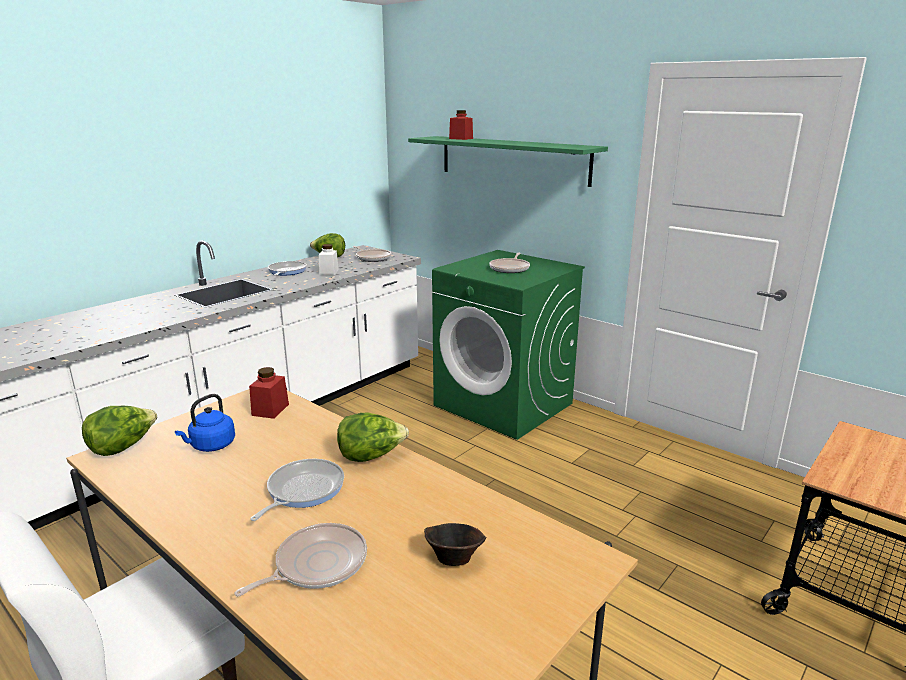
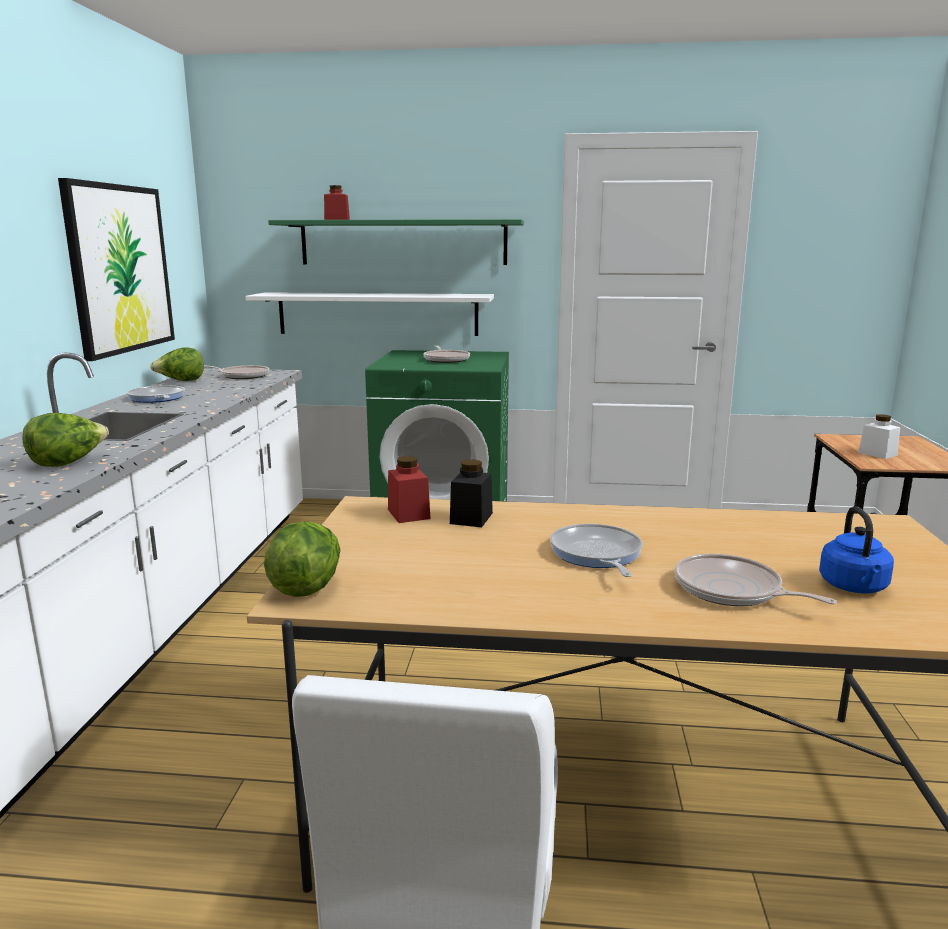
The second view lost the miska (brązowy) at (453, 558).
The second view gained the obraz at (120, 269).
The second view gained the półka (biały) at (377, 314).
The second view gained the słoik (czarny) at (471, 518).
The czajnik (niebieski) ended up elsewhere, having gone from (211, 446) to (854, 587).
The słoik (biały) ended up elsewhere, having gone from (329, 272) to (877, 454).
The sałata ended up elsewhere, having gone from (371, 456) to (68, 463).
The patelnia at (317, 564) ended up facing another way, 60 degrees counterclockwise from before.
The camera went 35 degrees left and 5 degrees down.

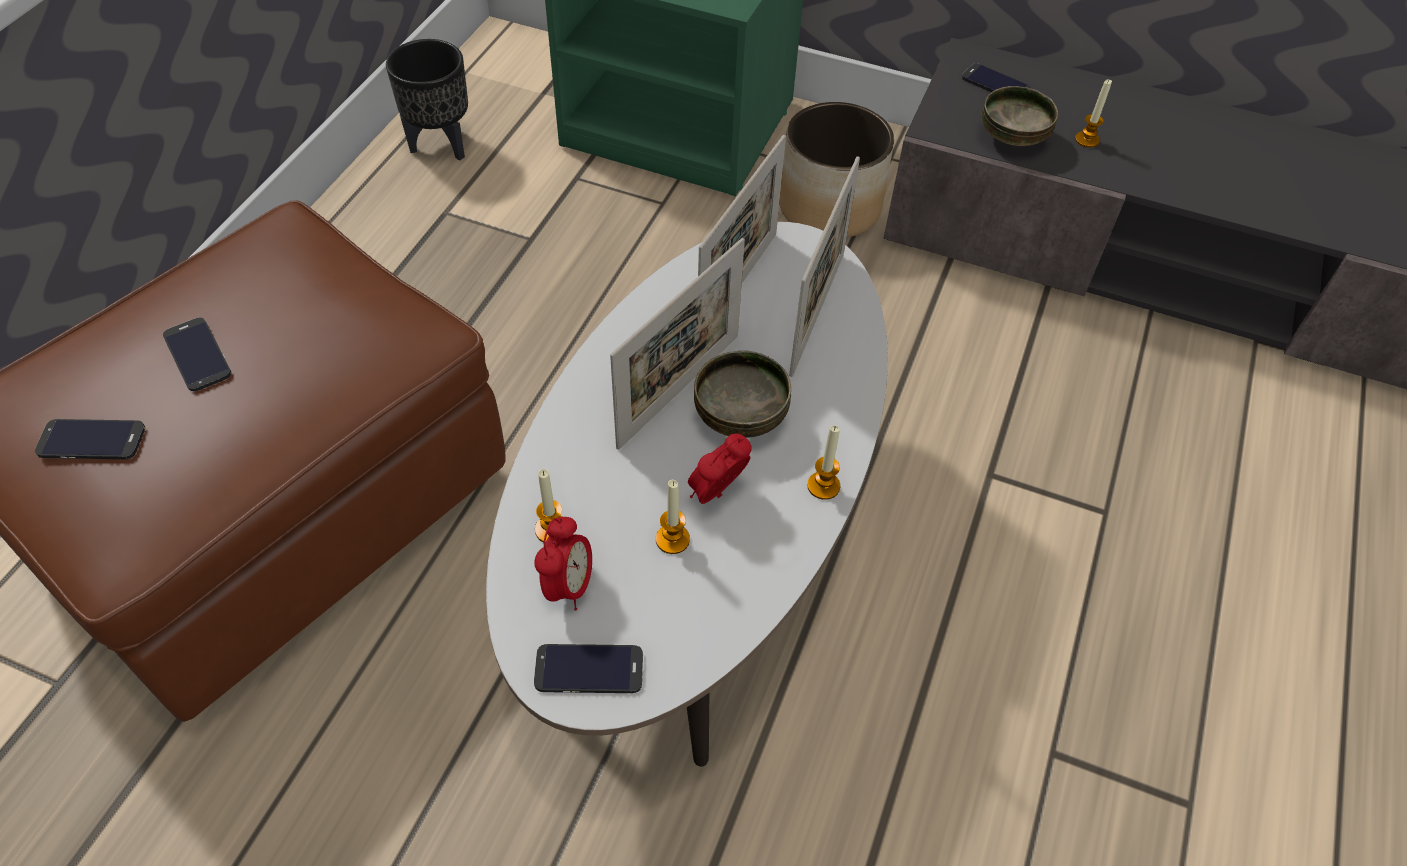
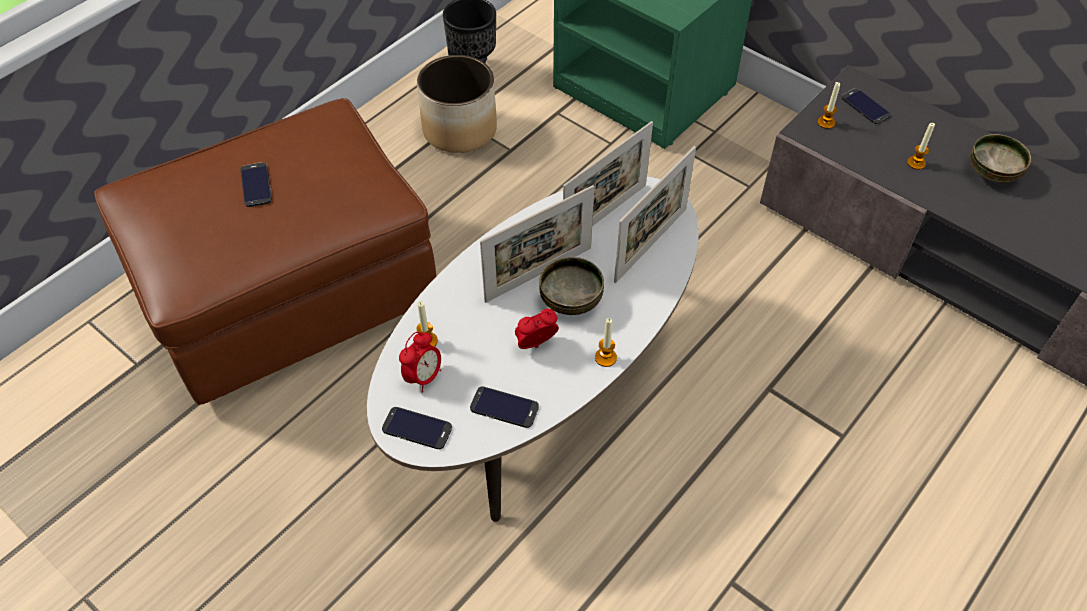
The telefon ended up elsewhere, having gone from (91, 440) to (504, 407).
The świeca ended up elsewhere, having gone from (672, 539) to (826, 122).
The donica ended up elsewhere, having gone from (829, 206) to (460, 129).
The miska ended up elsewhere, having gone from (1013, 137) to (993, 172).
The camera went 20 degrees right and 0 degrees up.

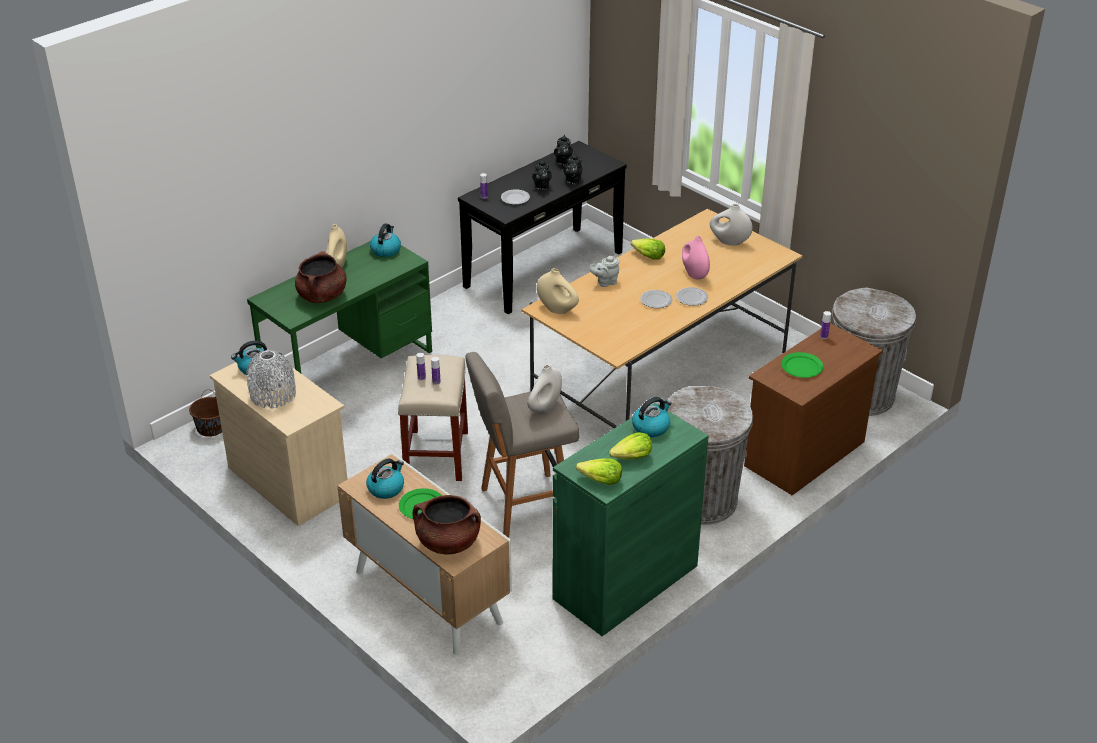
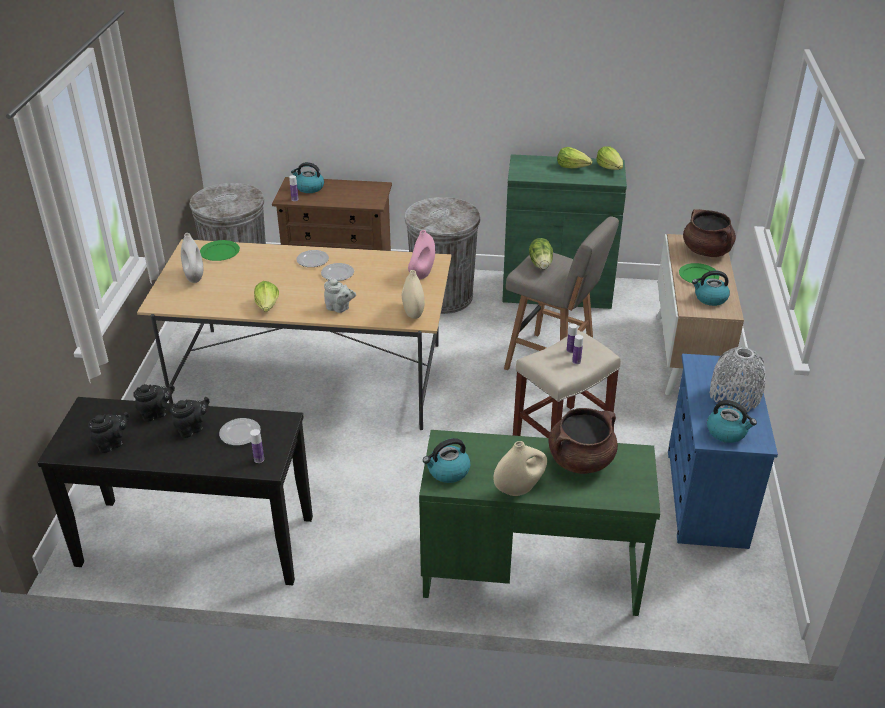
The second view lost the wiadro (brązowy) at (211, 428).
The czajnik ended up elsewhere, having gone from (651, 427) to (309, 188).
The wazon (różowy) ended up elsewhere, having gone from (694, 274) to (422, 274).
The talerz (zielony) ended up elsewhere, having gone from (802, 367) to (220, 252).
Where the wazon (biały) stood at (544, 408), the sałata came to stand at (541, 264).
What was the komoda (beżowy) at (288, 481) turned into the komoda (niebieski) at (706, 498).
The camera went 130 degrees left and 0 degrees up.

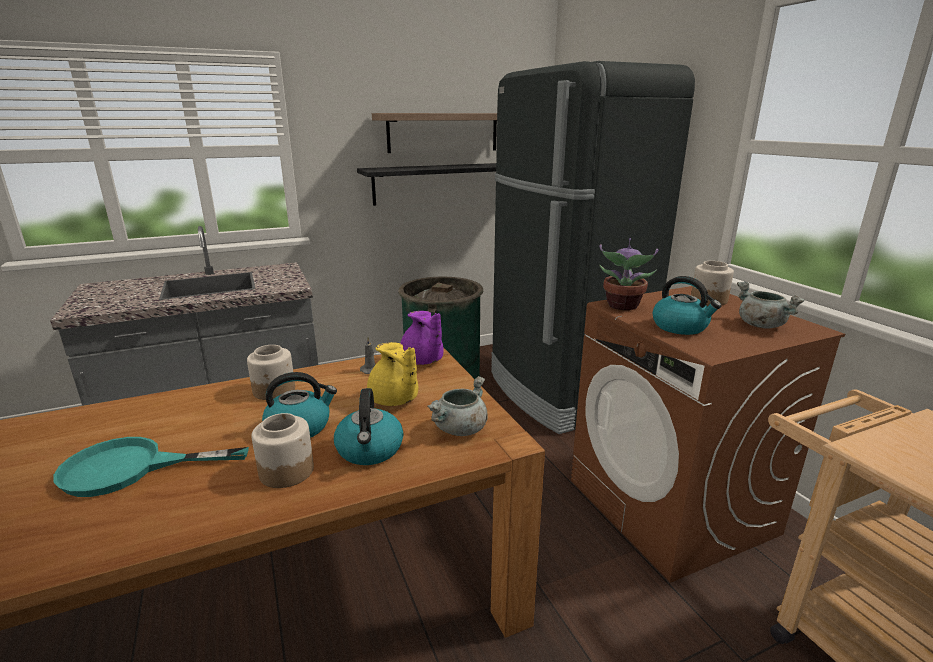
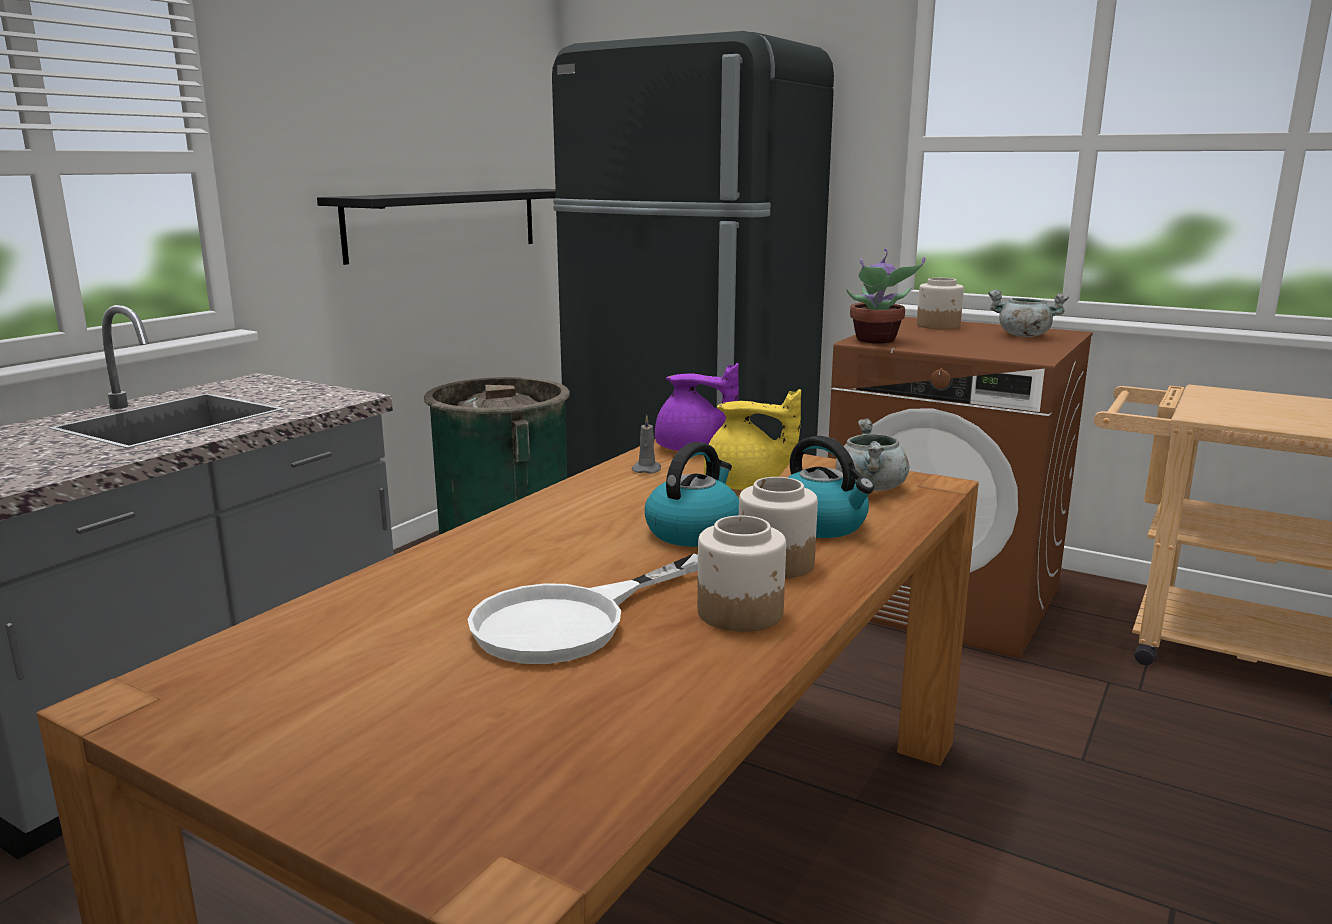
The second view lost the półka at (443, 132).
The second view lost the czajnik at (680, 327).
The słoik ended up elsewhere, having gone from (274, 390) to (741, 613).
What was the patelnia (turkusowy) at (130, 468) turned into the patelnia (biały) at (571, 620).
The camera went 35 degrees left and 5 degrees down.

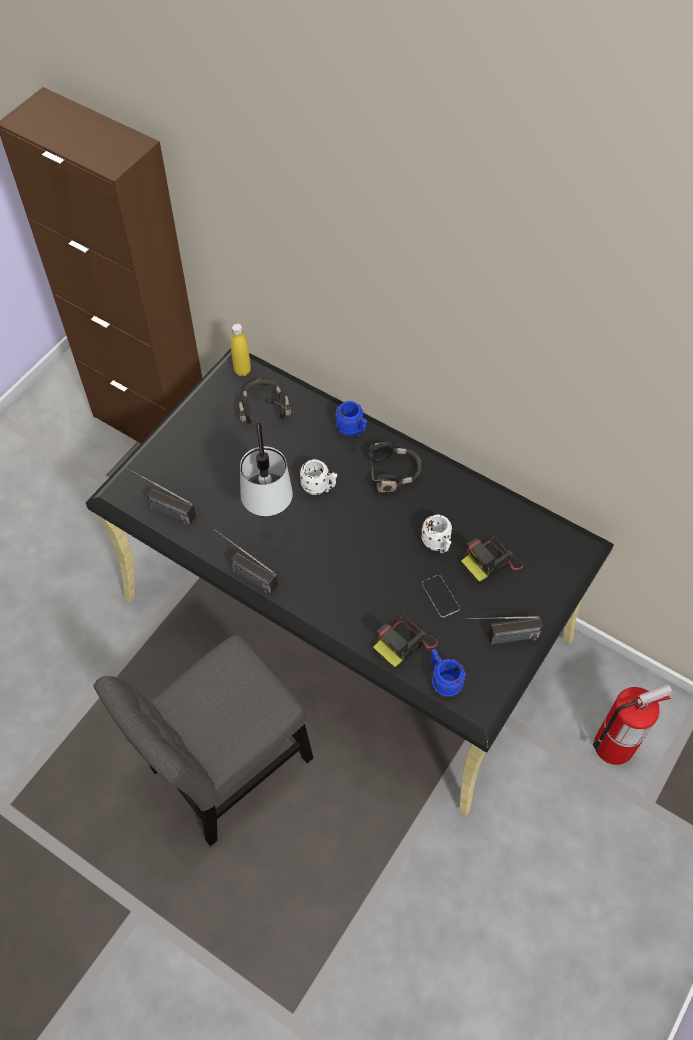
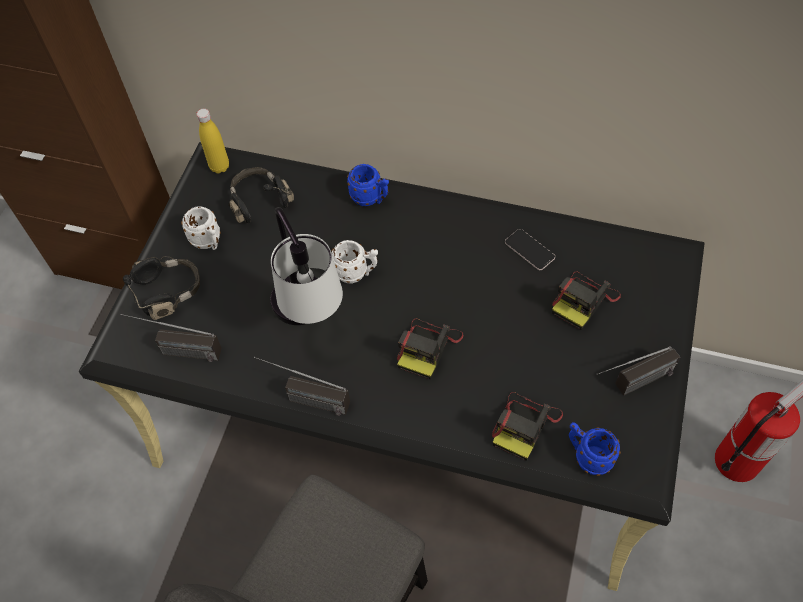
The second view gained the aparat fotograficzny at (427, 348).
The słuchawki (czarny) ended up elsewhere, having gone from (393, 473) to (169, 291).
The kubek (biały) ended up elsewhere, having gone from (437, 545) to (209, 242).
The telefon ended up elsewhere, having gone from (440, 596) to (529, 250).
The camera went 15 degrees left and 0 degrees up.

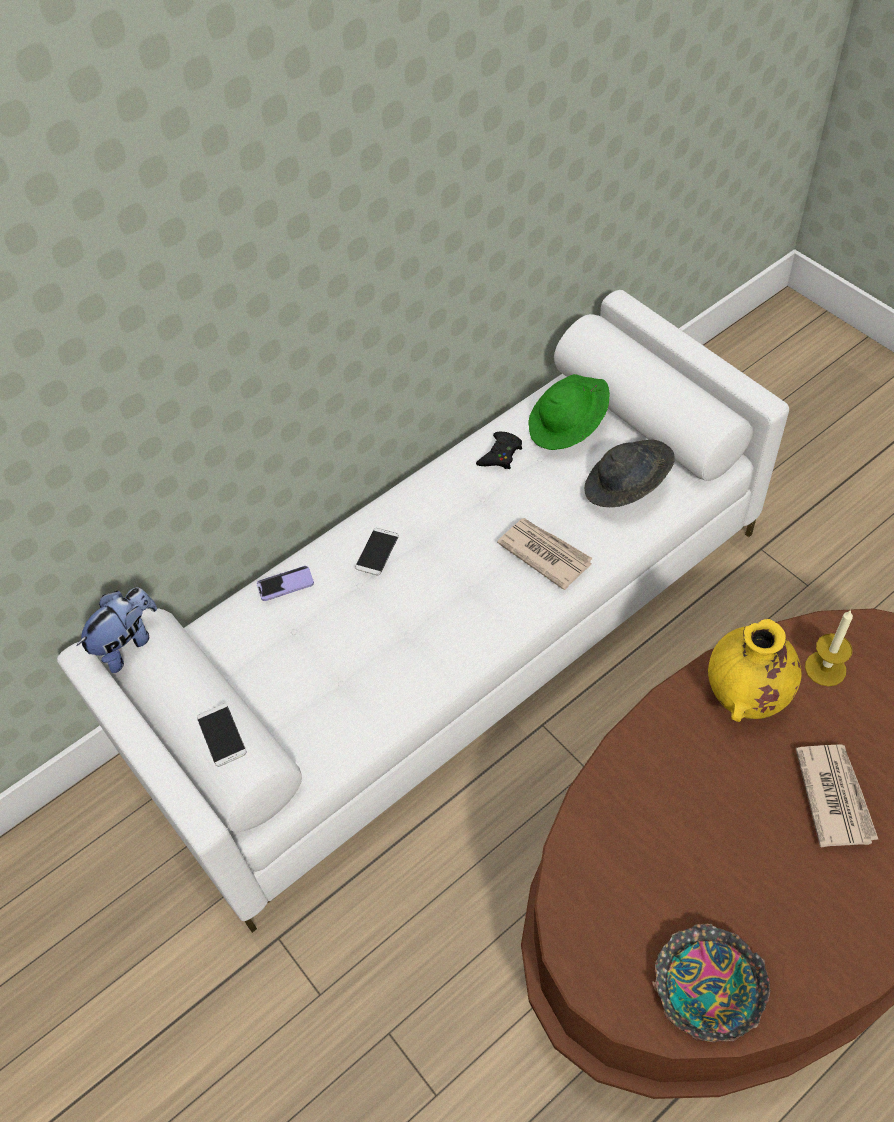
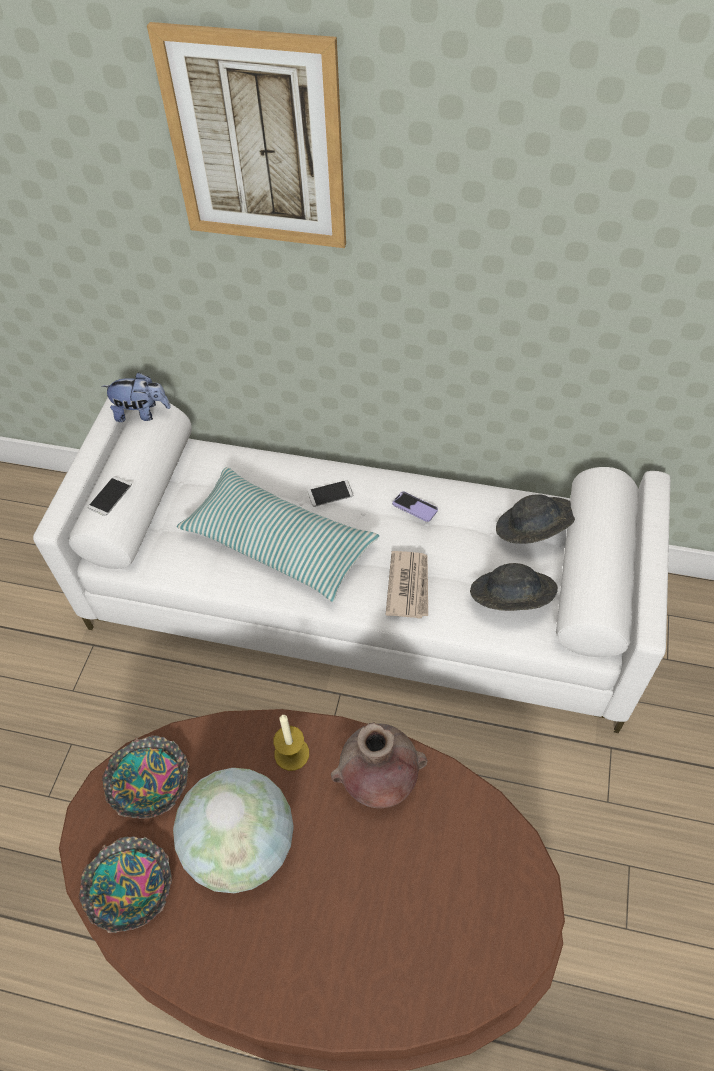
The second view lost the pad do gier (czarny) at (500, 454).
The second view lost the gazeta at (834, 795).
The second view gained the miska at (148, 780).
The second view gained the obraz at (256, 142).
The second view gained the globus at (242, 846).
The second view gained the poduszka at (279, 543).
The telefon ended up elsewhere, having gone from (285, 584) to (414, 507).
The świeca ended up elsewhere, having gone from (825, 668) to (291, 753).
What was the kapelusz (zielony) at (567, 427) turned into the kapelusz (szary) at (532, 531).
What was the wazon (żółty) at (746, 698) turned into the wazon (brązowy) at (379, 782).
The camera went 50 degrees right and 0 degrees up.

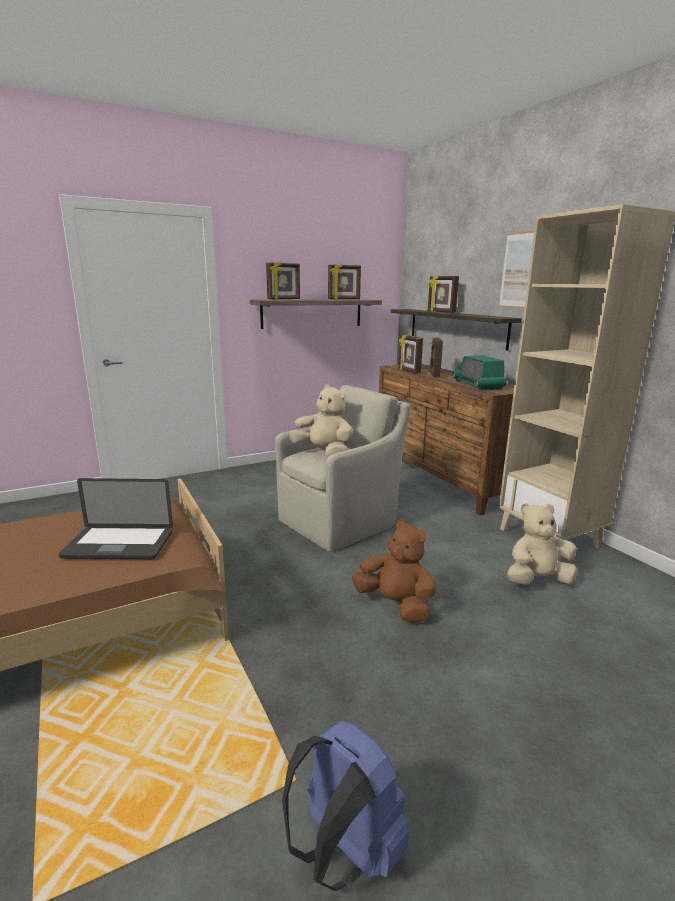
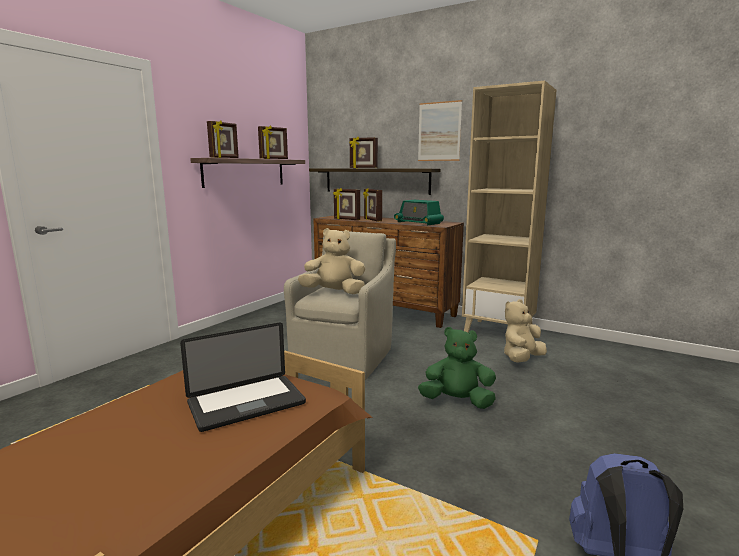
What was the pluszak (brązowy) at (395, 605) turned into the pluszak (zielony) at (457, 401).
The camera went 30 degrees left and 5 degrees down.

